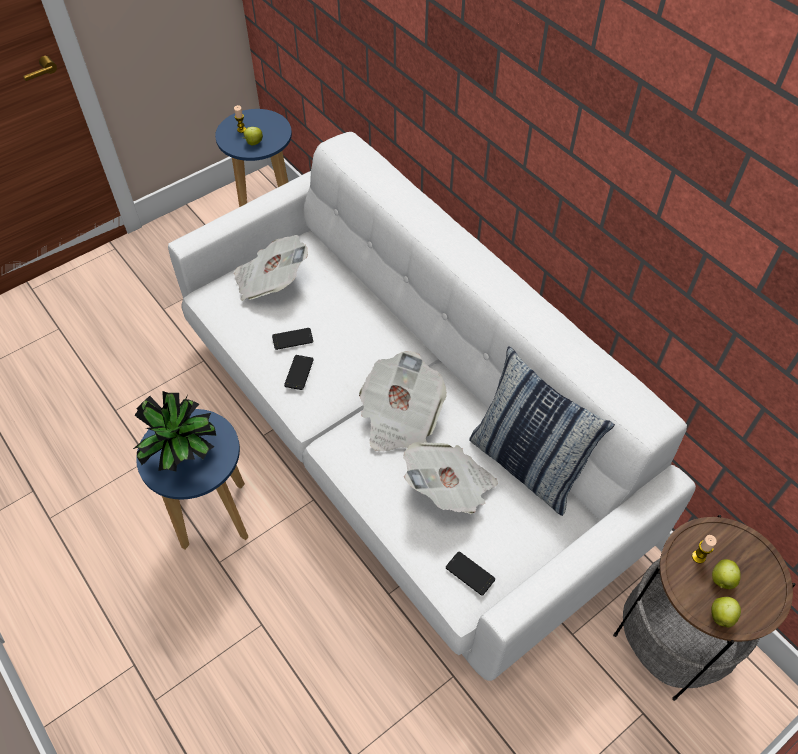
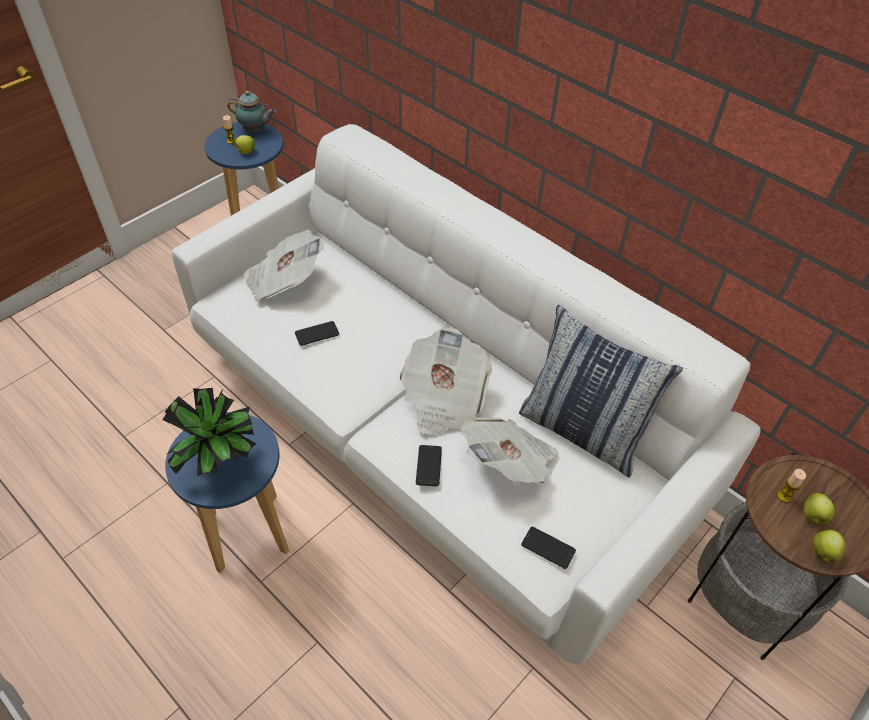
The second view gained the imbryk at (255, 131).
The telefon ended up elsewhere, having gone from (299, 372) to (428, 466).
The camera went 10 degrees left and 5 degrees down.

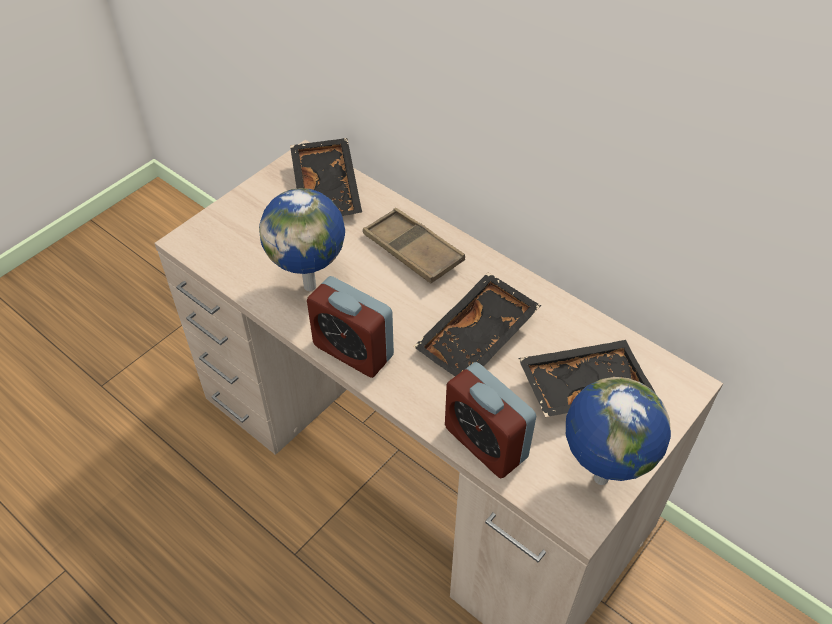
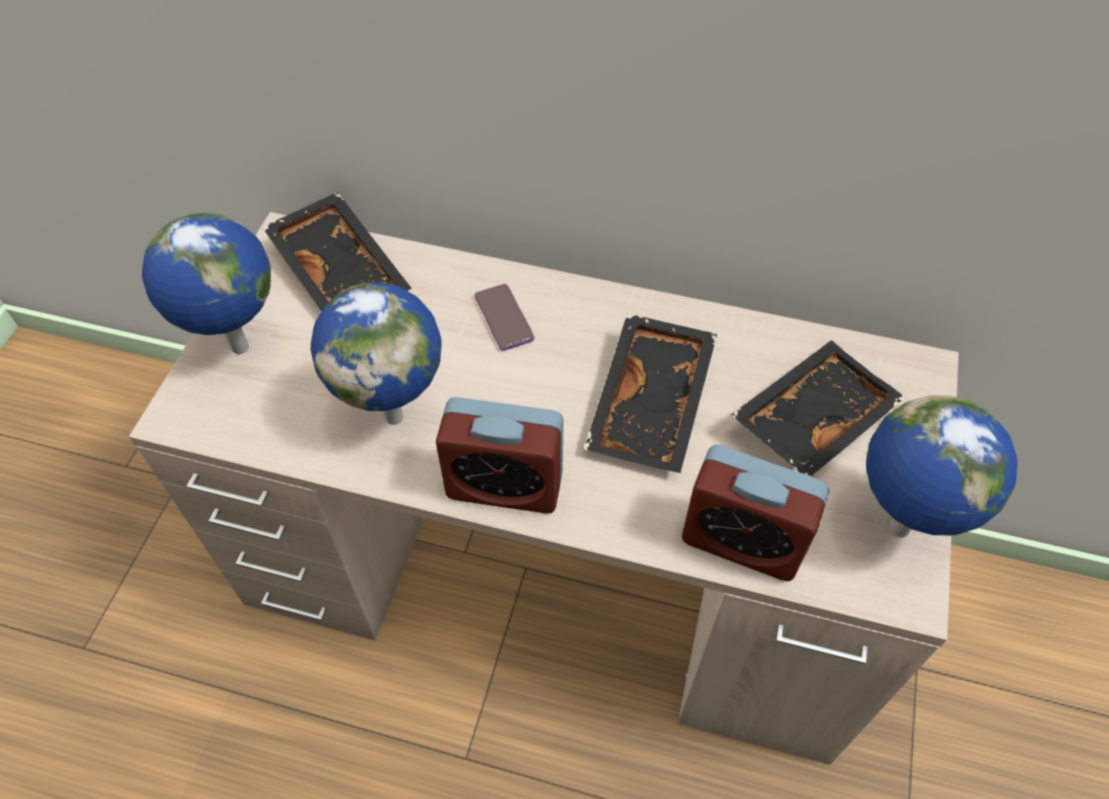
The second view gained the globus at (238, 348).
Where the taca (brązowy) stood at (412, 251), the telefon came to stand at (504, 318).
The camera went 25 degrees left and 5 degrees up.

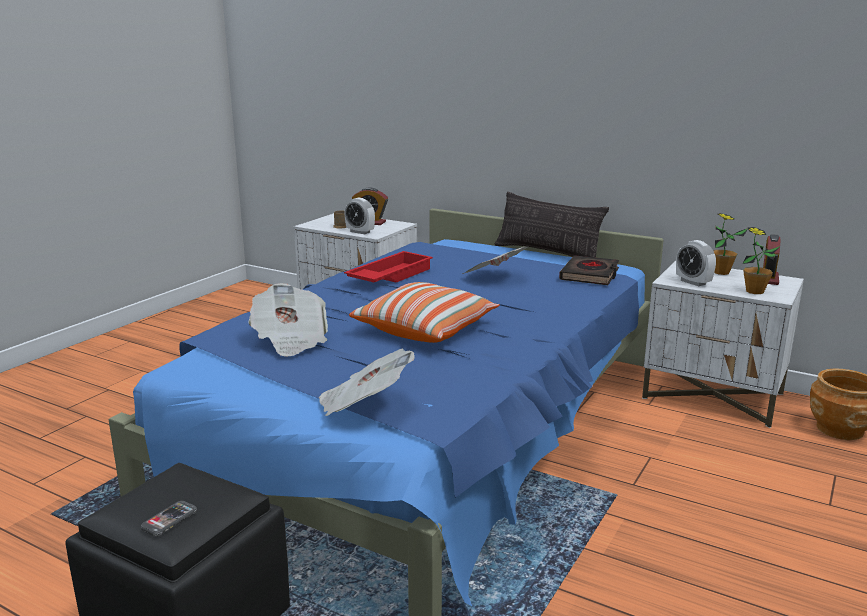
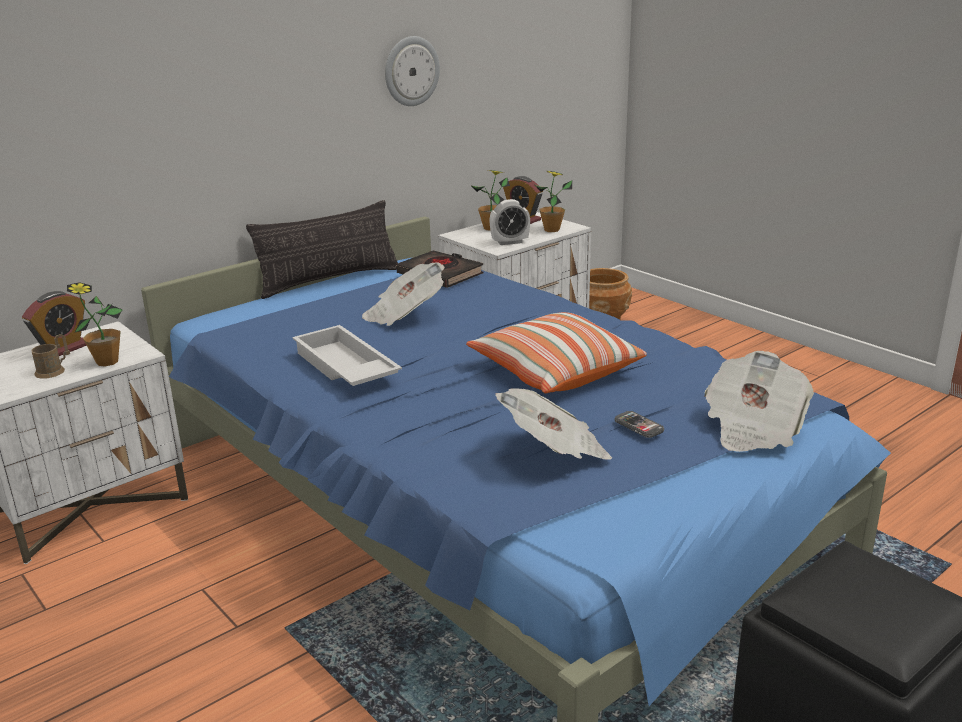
The second view gained the zegar ścienny at (411, 71).
The telefon ended up elsewhere, having gone from (169, 520) to (638, 426).
Where the budzik stood at (360, 232), the roślina doniczkowa came to stand at (107, 362).
What was the taca (czerwony) at (389, 276) turned into the taca (biały) at (344, 368).
The camera went 70 degrees left and 5 degrees up.

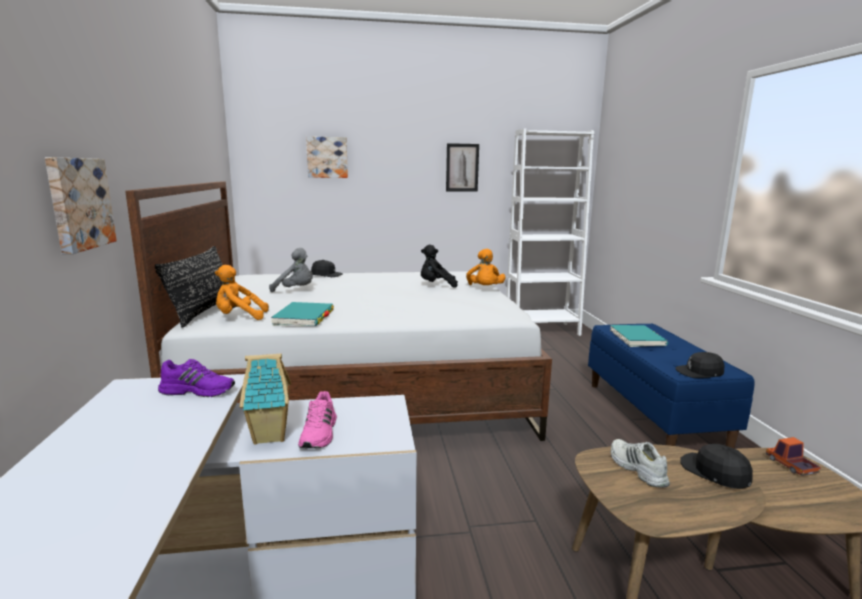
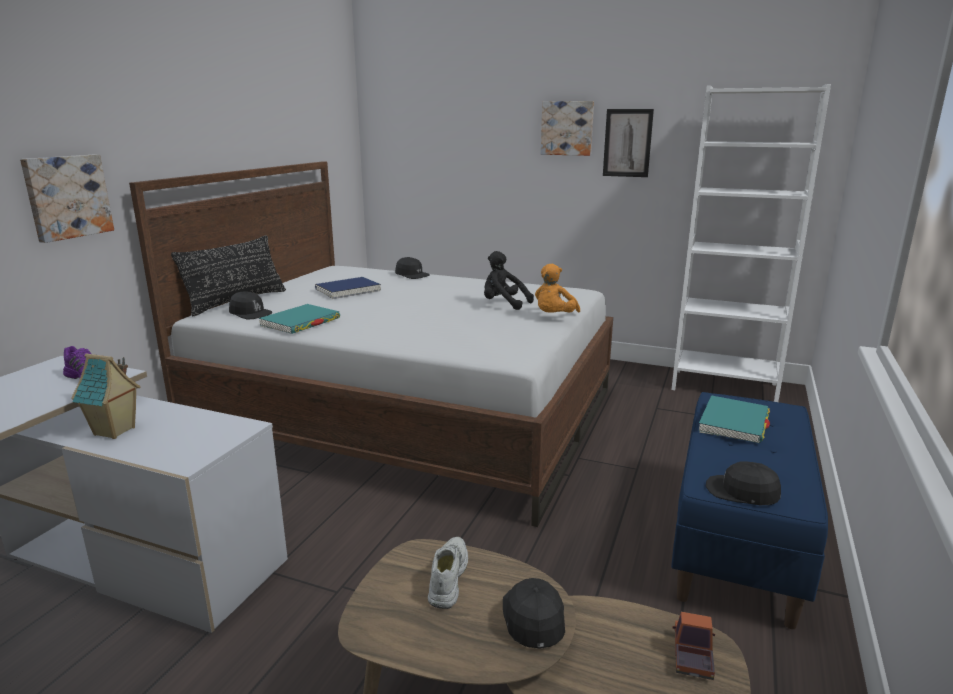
The second view lost the but (różowy) at (320, 433).
The obraz ended up elsewhere, having gone from (327, 157) to (567, 128).
Where the pluszak (pomarańczowy) stood at (239, 317), the czapka z daszkiem (czarny) came to stand at (250, 313).
Where the pluszak (szary) stood at (296, 290), the książka (niebieski) came to stand at (348, 290).
The camera went 30 degrees right and 5 degrees up.

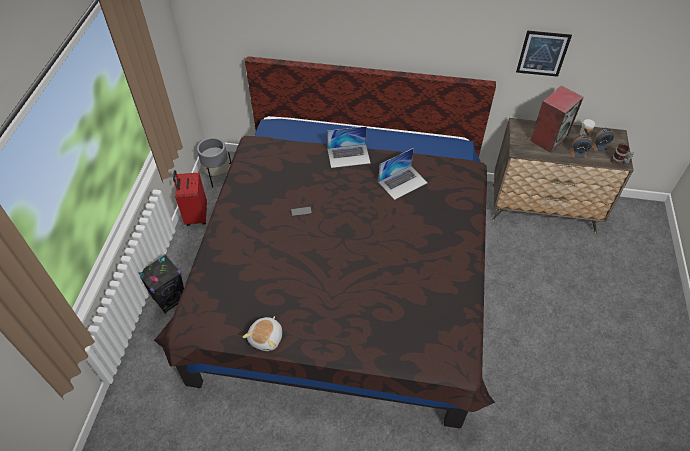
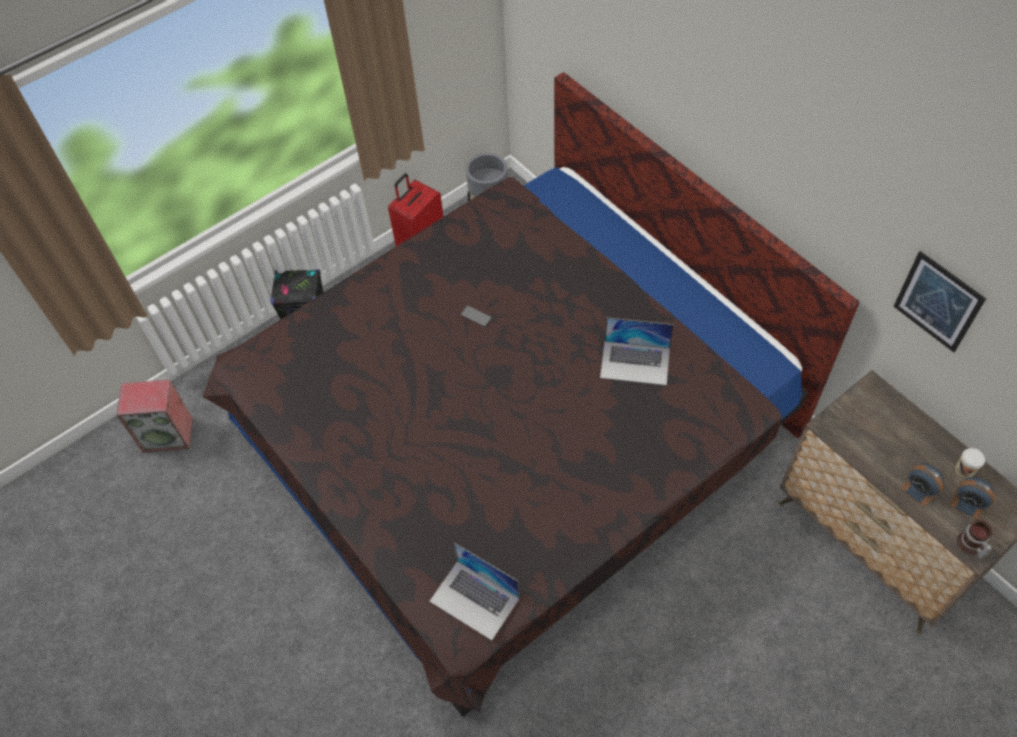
The second view lost the pluszak at (267, 338).
The laptop ended up elsewhere, having gone from (348, 155) to (475, 599).
The głośnik ended up elsewhere, having gone from (548, 138) to (169, 434).
The camera went 45 degrees right and 5 degrees up.

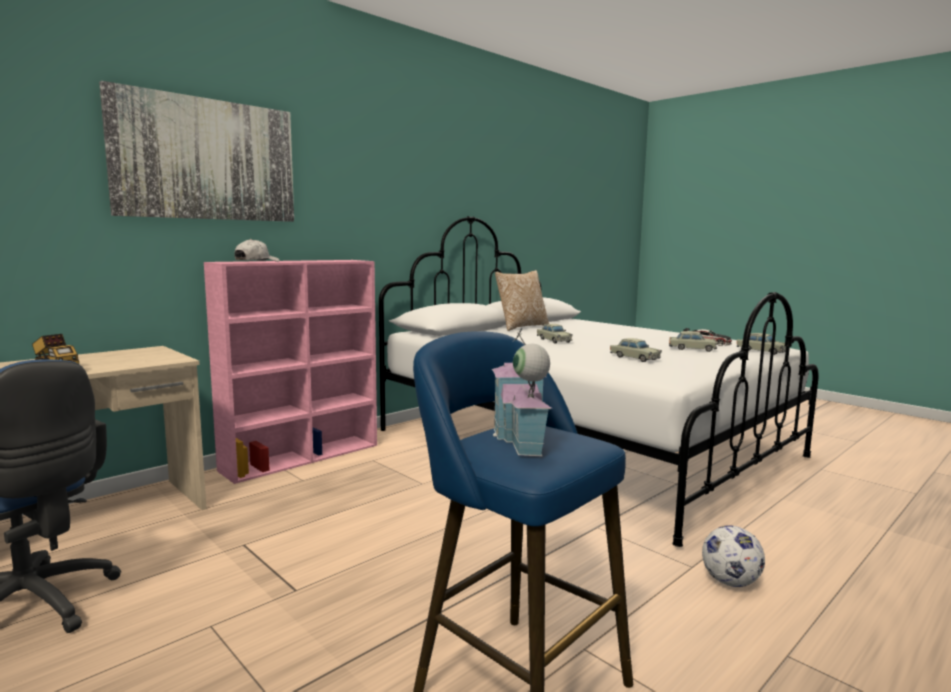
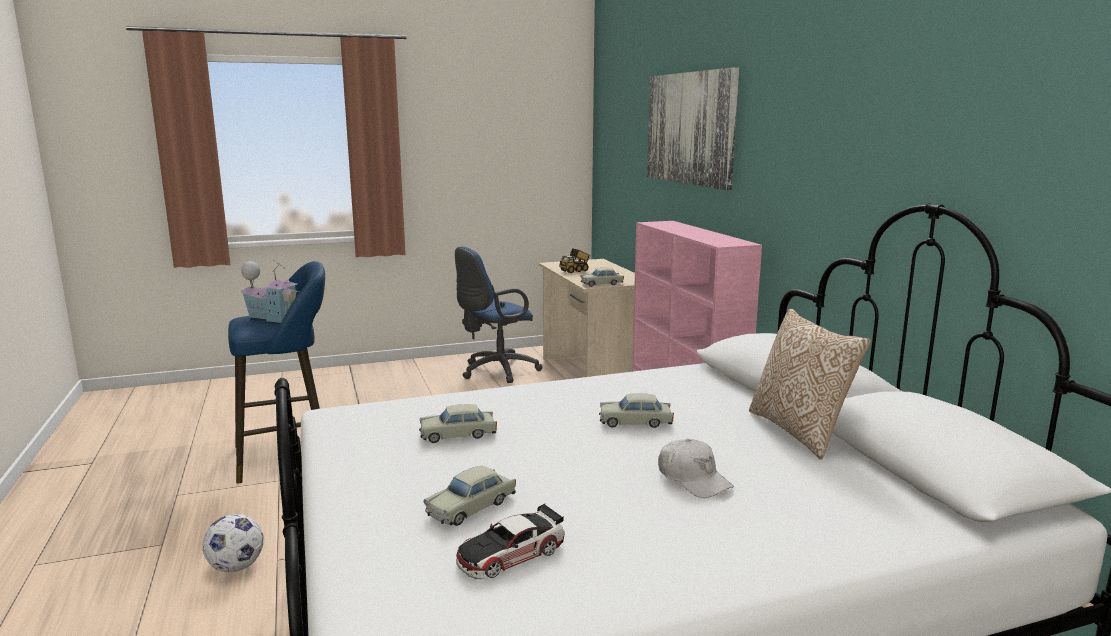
The czapka z daszkiem (biały) ended up elsewhere, having gone from (256, 261) to (693, 479).
The samochodzik (beżowy) ended up elsewhere, having gone from (761, 351) to (601, 284).
The camera went 115 degrees right and 5 degrees up.

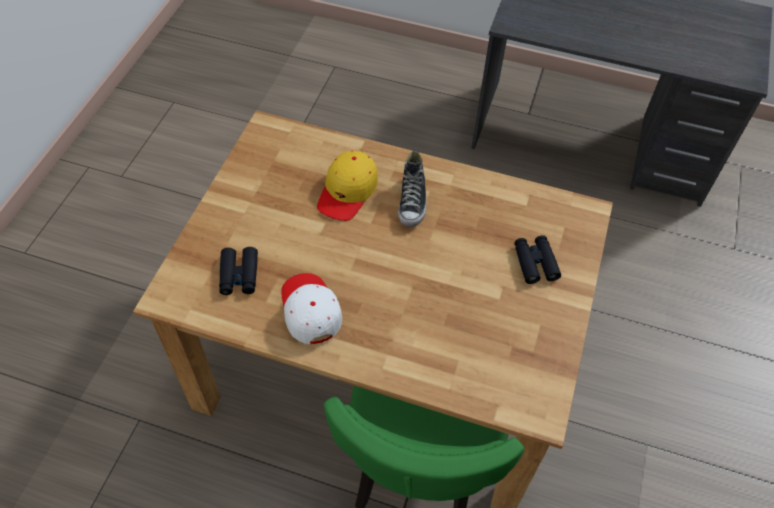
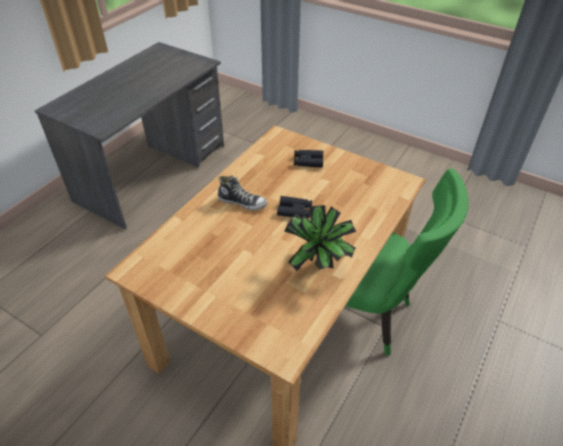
The second view lost the czapka z daszkiem (żółty) at (348, 192).
The lornetka (czarny) ended up elsewhere, having gone from (239, 275) to (295, 211).
Where the czapka z daszkiem (biały) stood at (310, 310), the roślina doniczkowa came to stand at (318, 268).
The camera went 75 degrees left and 10 degrees down.

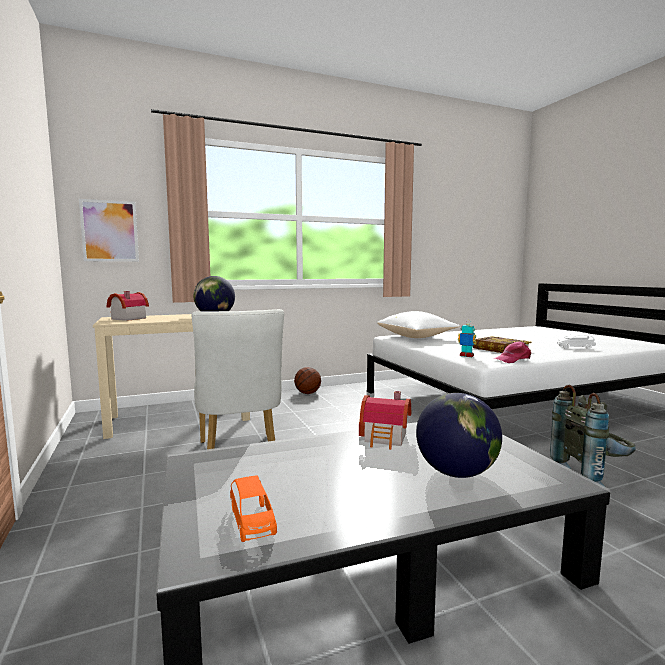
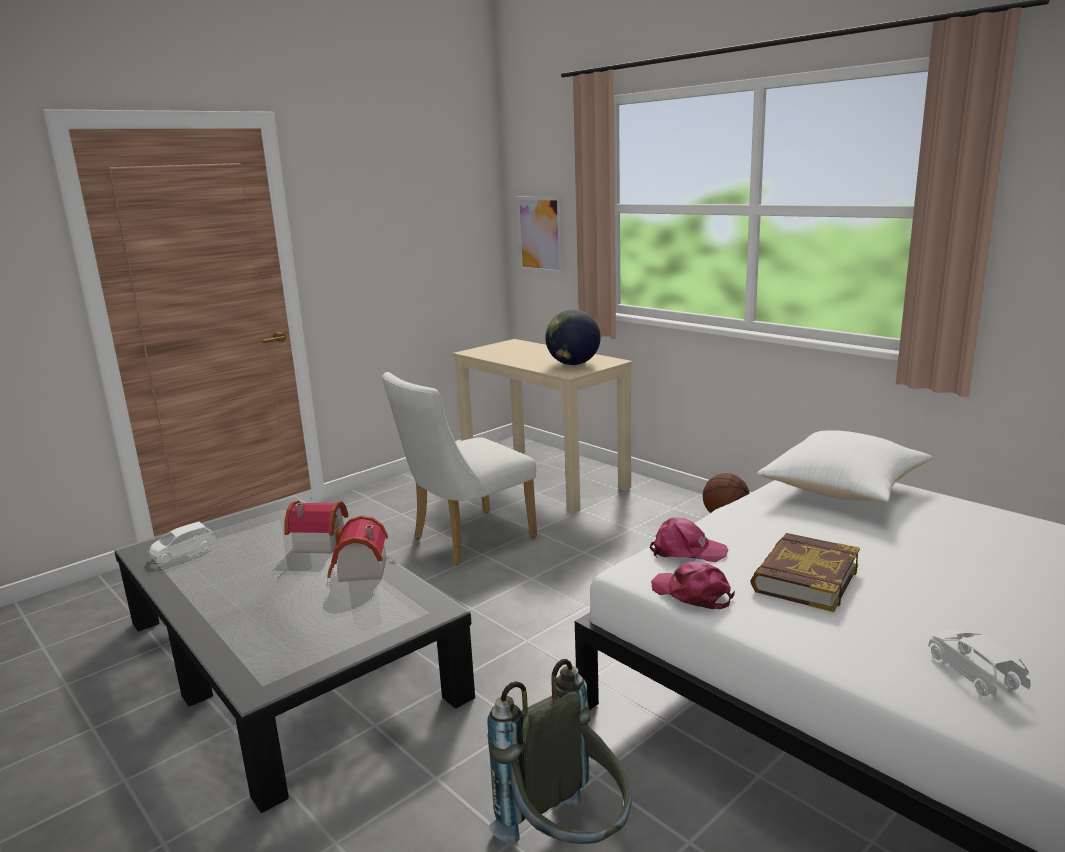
The second view lost the globus at (456, 472).
The domek ended up elsewhere, having gone from (126, 318) to (319, 542).
Where the robot zabawkowy stood at (466, 356), the czapka z daszkiem (różowy) came to stand at (687, 551).
What was the samochodzik (pomarańczowy) at (252, 521) turned into the samochodzik (biały) at (183, 552).
The camera went 70 degrees right and 10 degrees up.

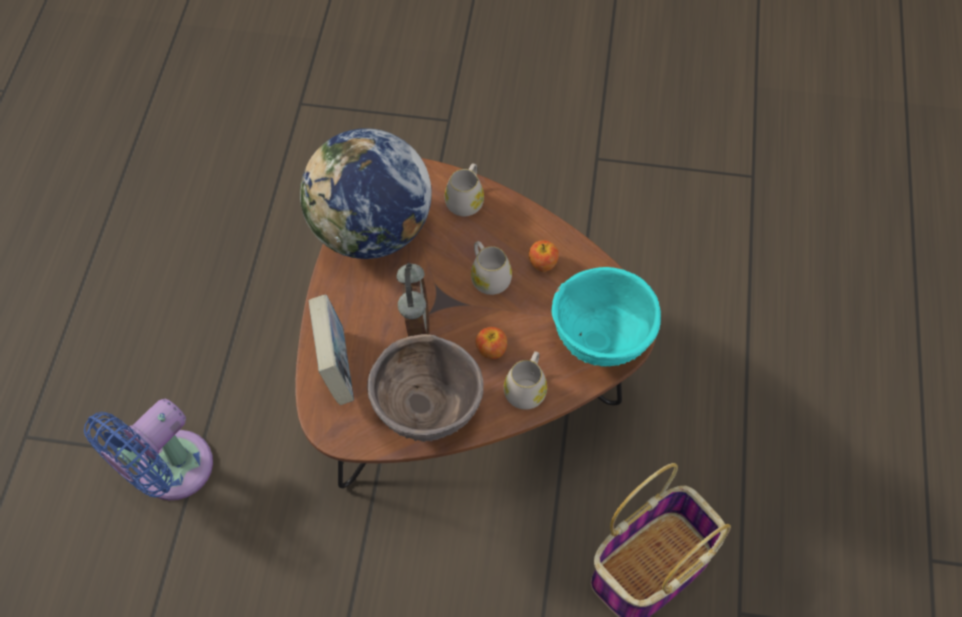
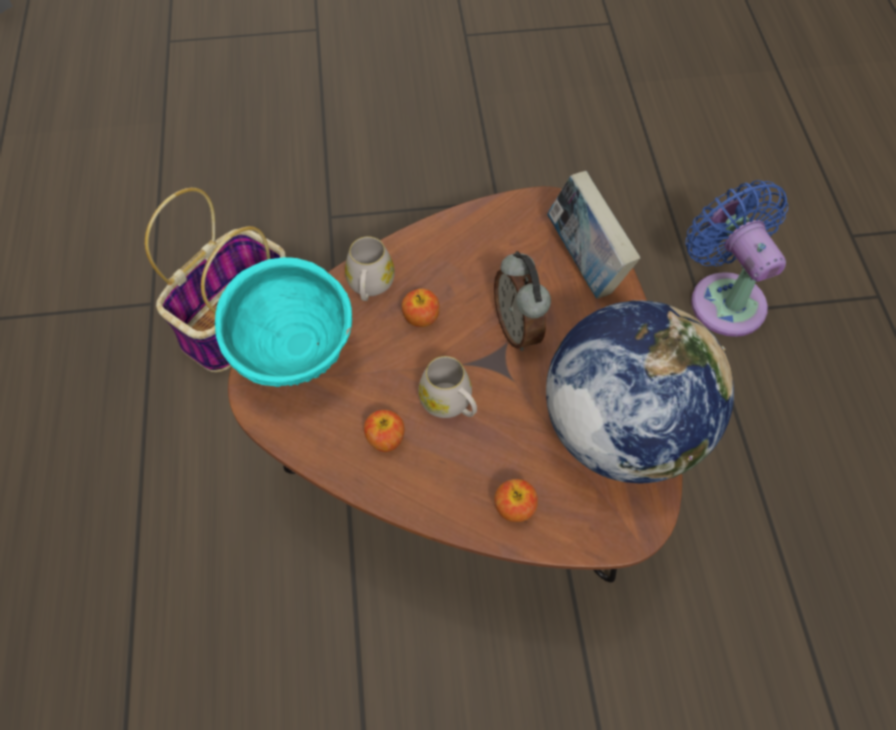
The second view lost the miska (brązowy) at (427, 411).
Where the kubek (biały) stood at (466, 200), the jabłko came to stand at (514, 508).
The wentylator (niebieski) at (168, 472) ended up facing another way, 45 degrees counterclockwise from before.
The camera went 165 degrees right and 0 degrees up.

